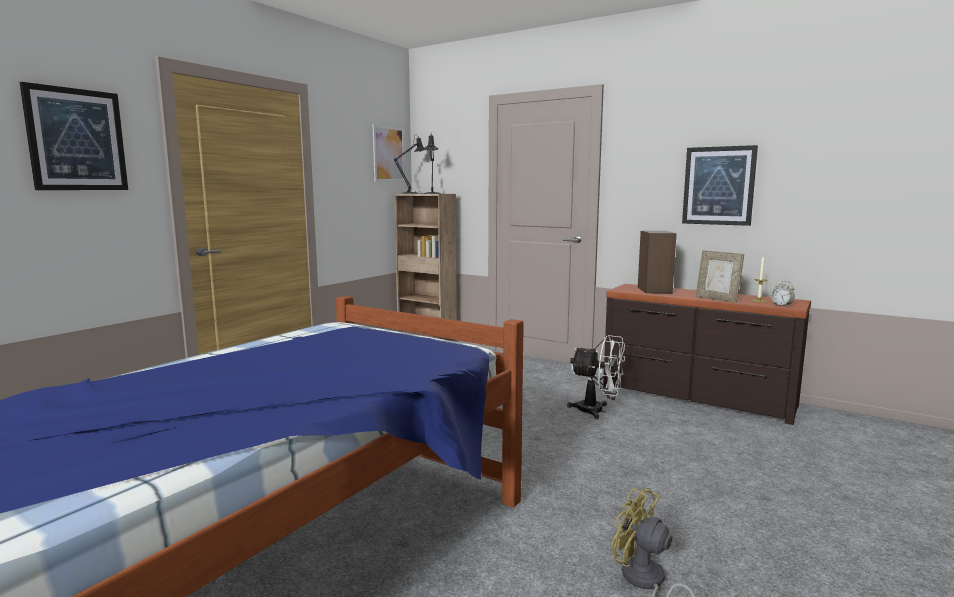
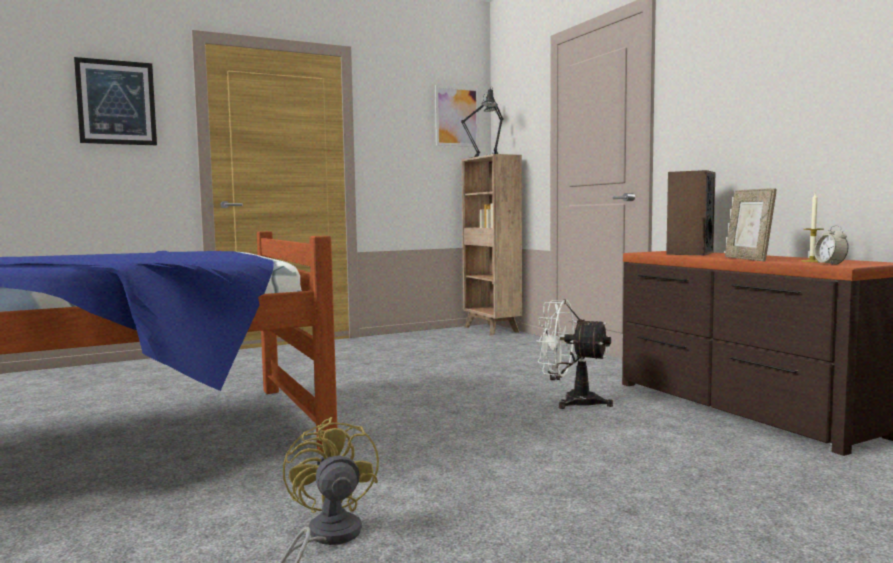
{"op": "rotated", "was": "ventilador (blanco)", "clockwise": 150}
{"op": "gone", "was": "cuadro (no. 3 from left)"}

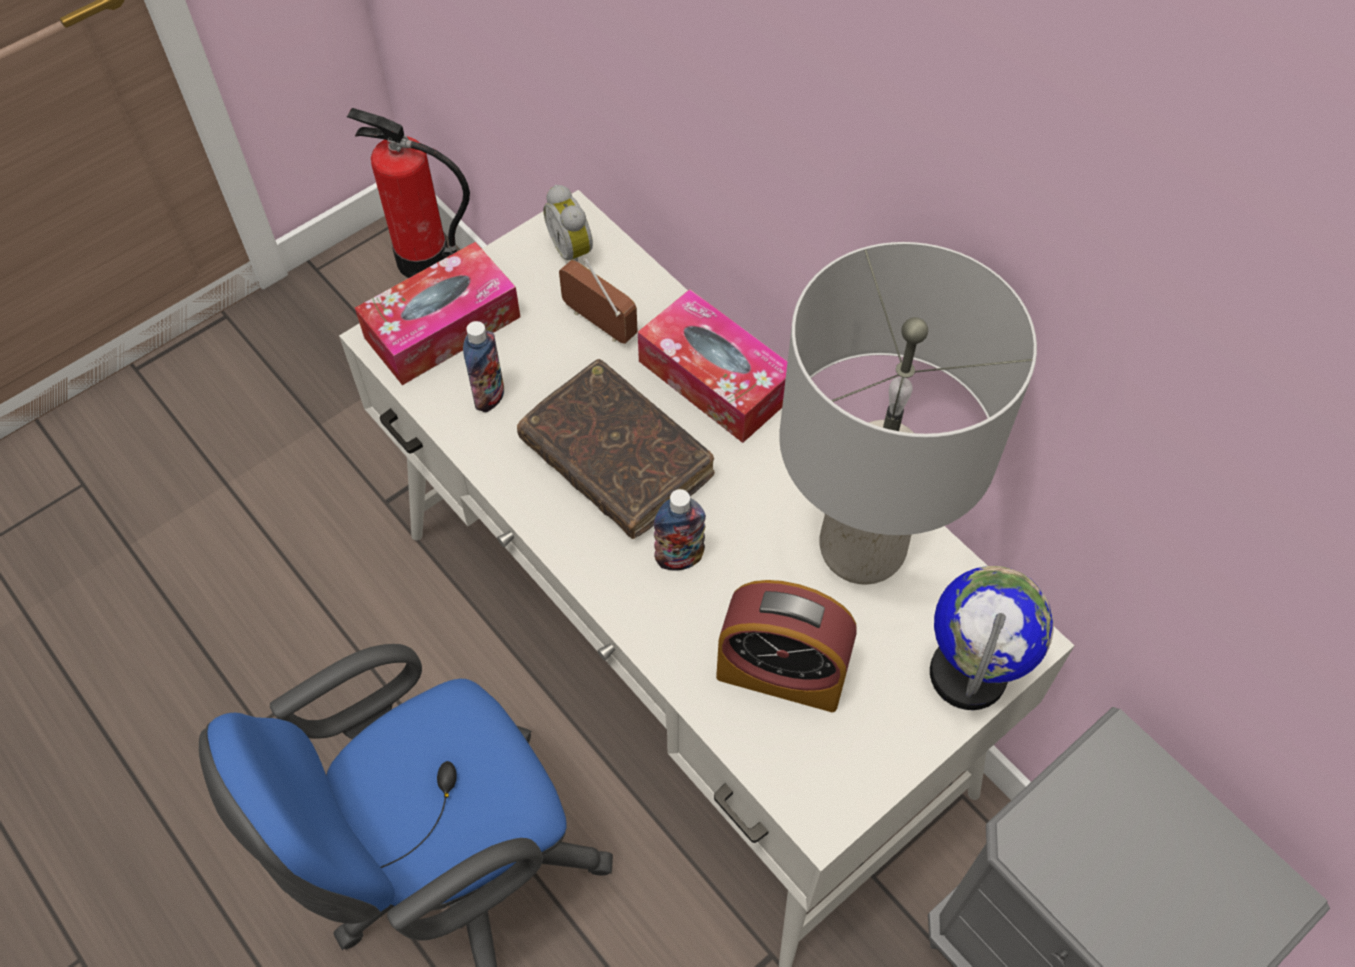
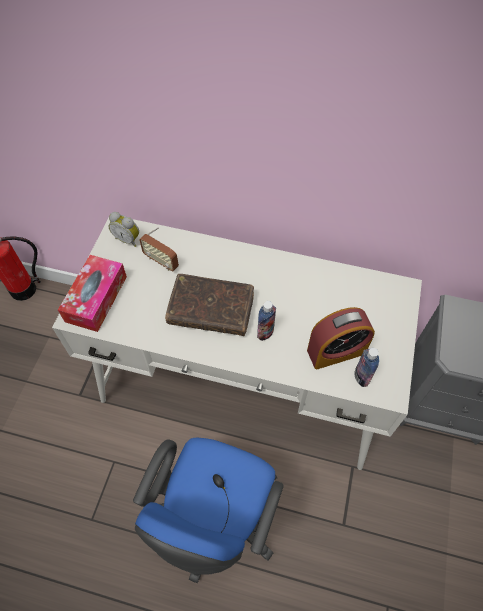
{"op": "shifted", "was": "botella (no. 1 from left in the first image)", "now": "botella (no. 2 from left)"}
{"op": "rotated", "was": "radio", "clockwise": -150}
{"op": "gone", "was": "caja de pañuelos (no. 2 from left)"}
{"op": "gone", "was": "lámpara de mesa (gris)"}
{"op": "gone", "was": "globo terráqueo"}

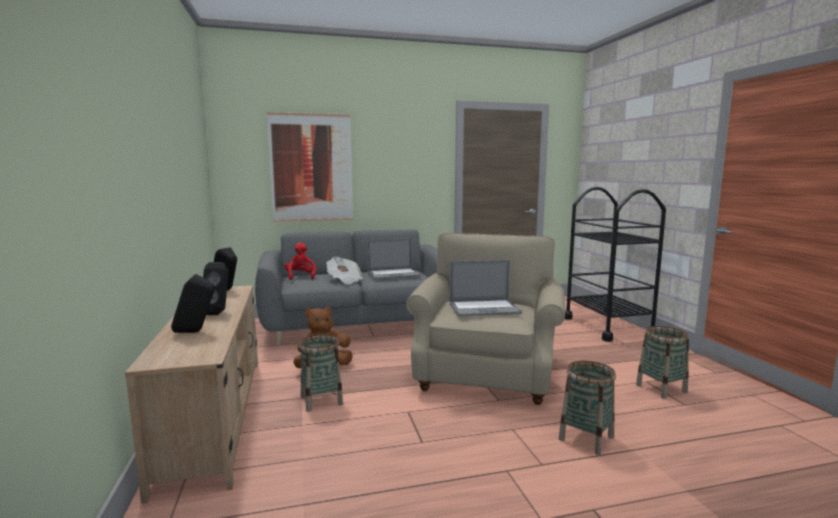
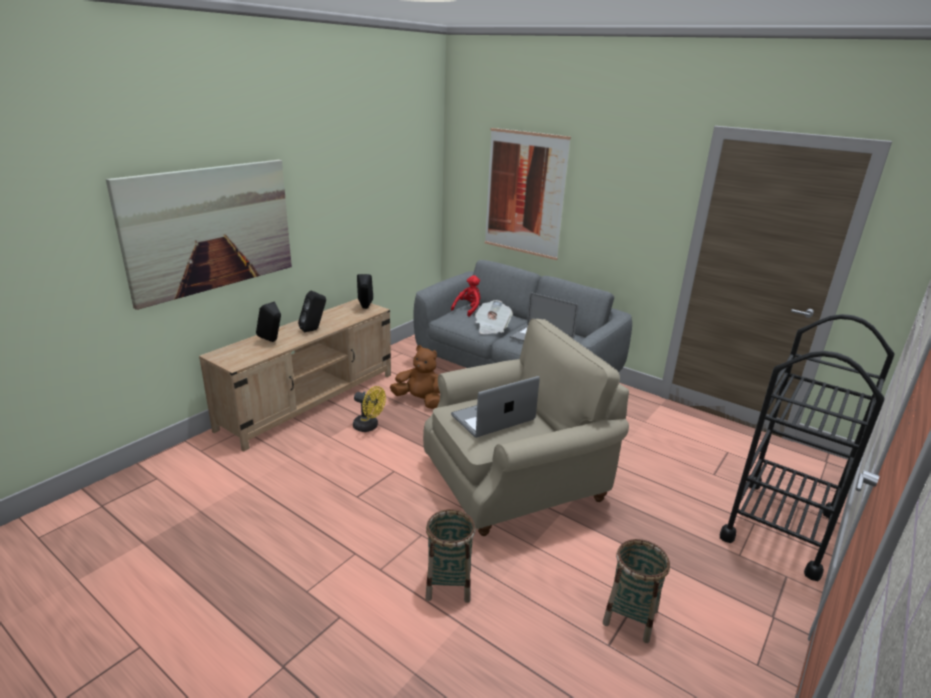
{"op": "swapped", "was": "cesta (no. 1 from left)", "now": "ventilador (amarillo)"}
{"op": "rotated", "was": "portátil (no. 2 from left in the first image)", "clockwise": 105}
{"op": "new", "now": "cuadro (no. 1 from left)"}

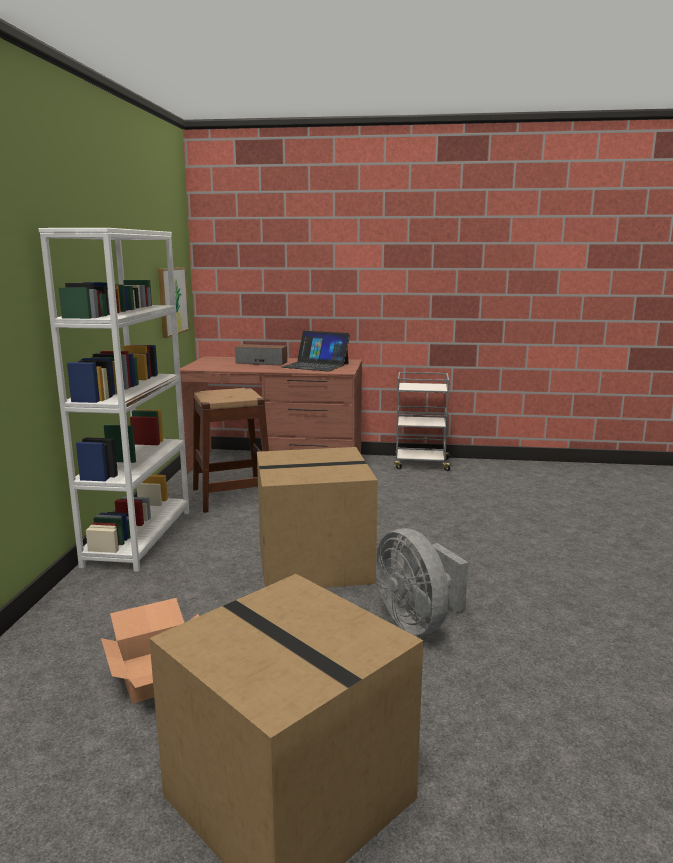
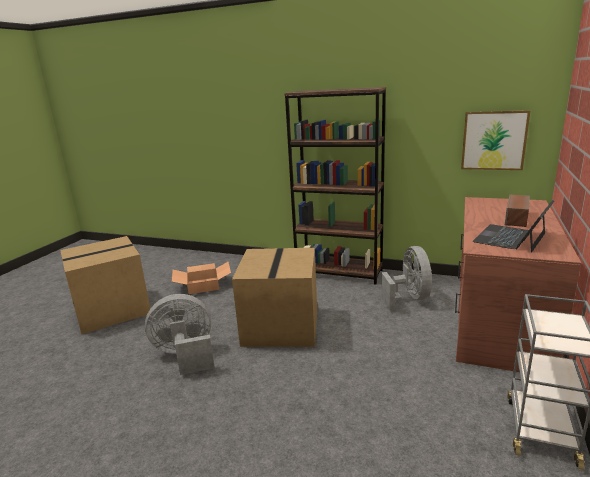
{"op": "repainted", "was": "estantería (blanco)", "now": "estantería (marrón)"}
{"op": "swapped", "was": "taburete (marrón)", "now": "ventilador (gris) (no. 2 from left)"}

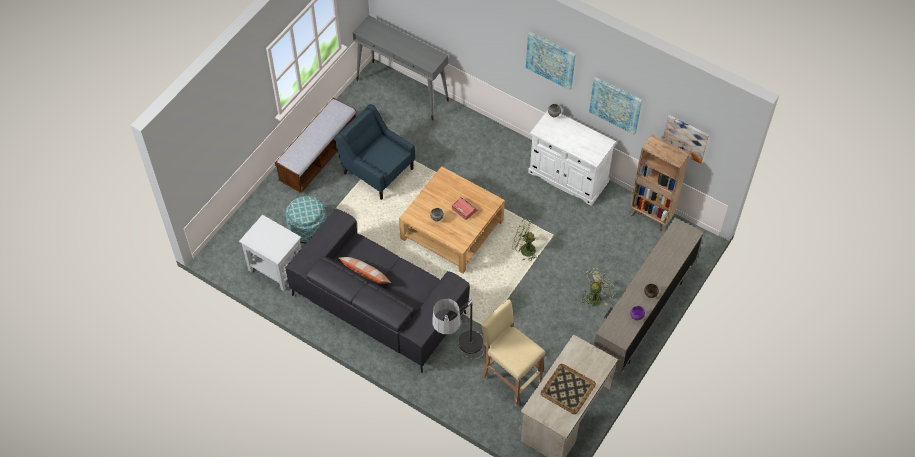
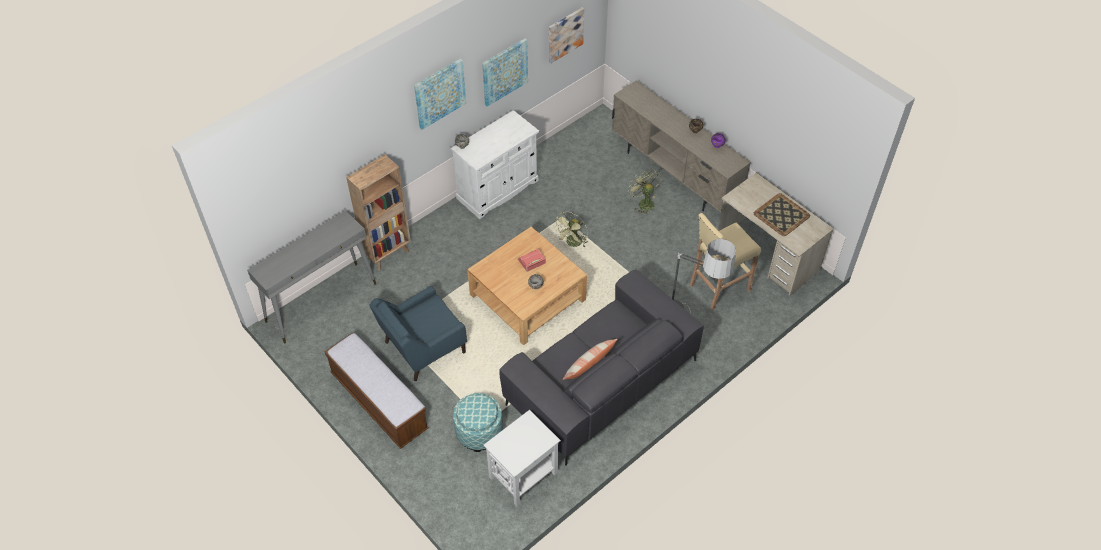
{"op": "shifted", "was": "estantería (marrón)"}

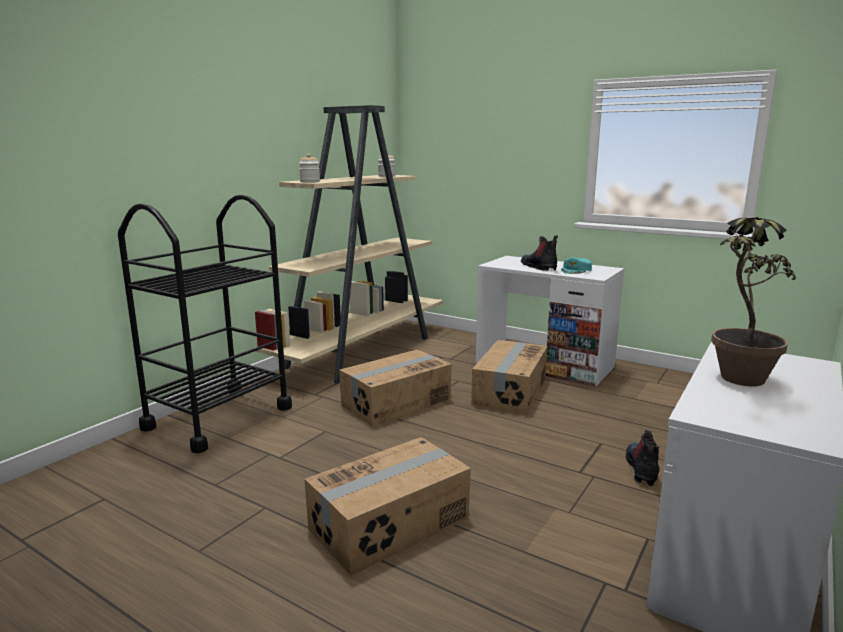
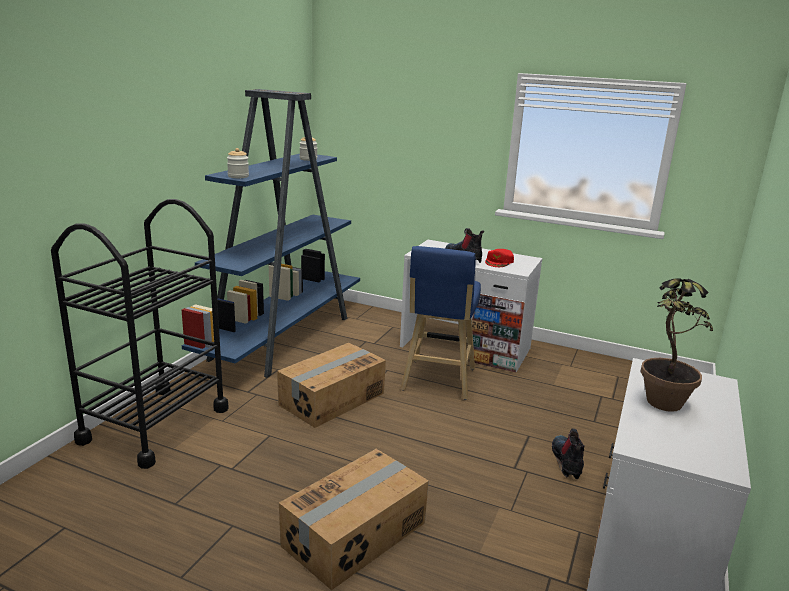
{"op": "repainted", "was": "estantería (beis)", "now": "estantería (azul)"}
{"op": "swapped", "was": "caja de cartón (no. 3 from left)", "now": "taburete (azul)"}
{"op": "repainted", "was": "gorra (turquesa)", "now": "gorra (rojo)"}

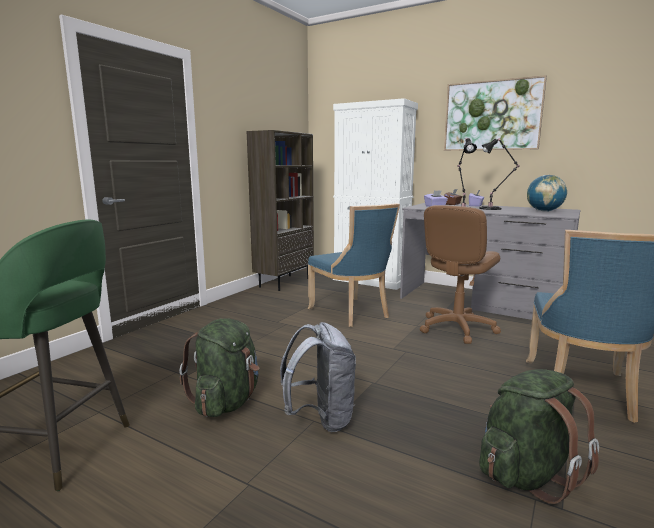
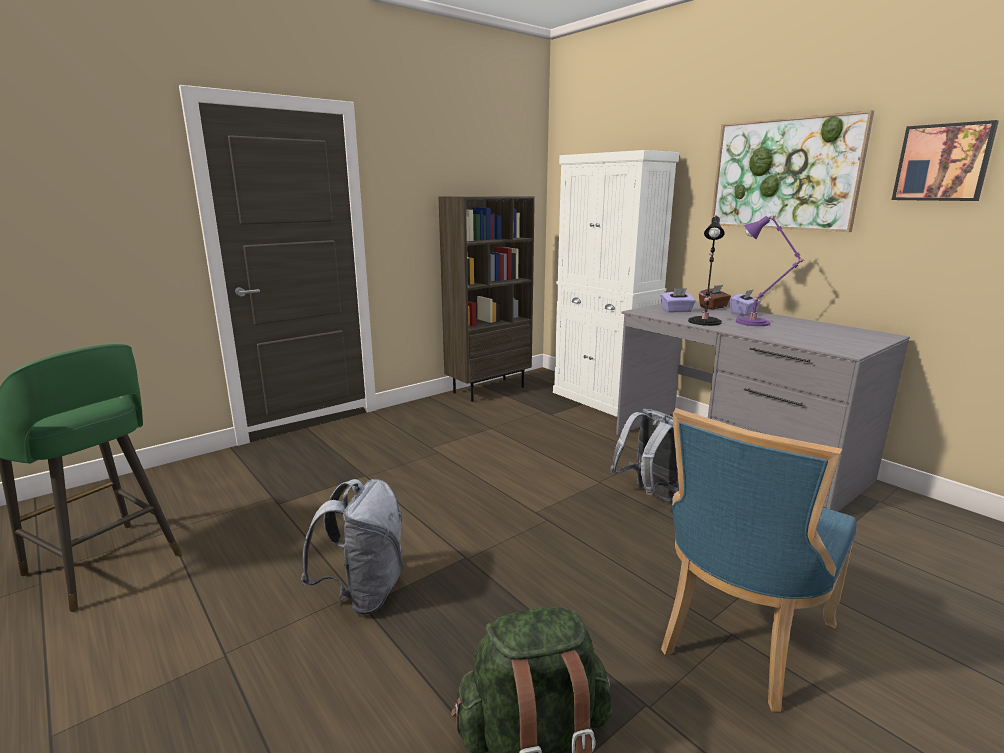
{"op": "gone", "was": "mochila (verde) (no. 1 from left)"}
{"op": "gone", "was": "silla (azul) (no. 1 from left)"}
{"op": "swapped", "was": "silla de oficina (marrón)", "now": "mochila (gris) (no. 2 from left)"}
{"op": "repainted", "was": "lámpara de mesa (negro) (no. 2 from left)", "now": "lámpara de mesa (morado)"}
{"op": "gone", "was": "globo terráqueo"}
{"op": "new", "now": "cuadro (no. 2 from left)"}

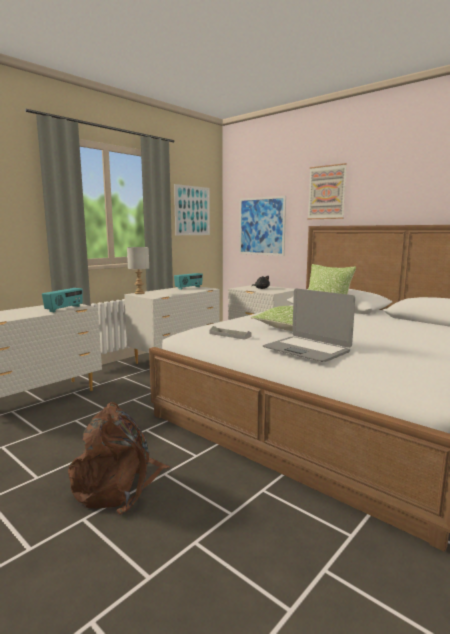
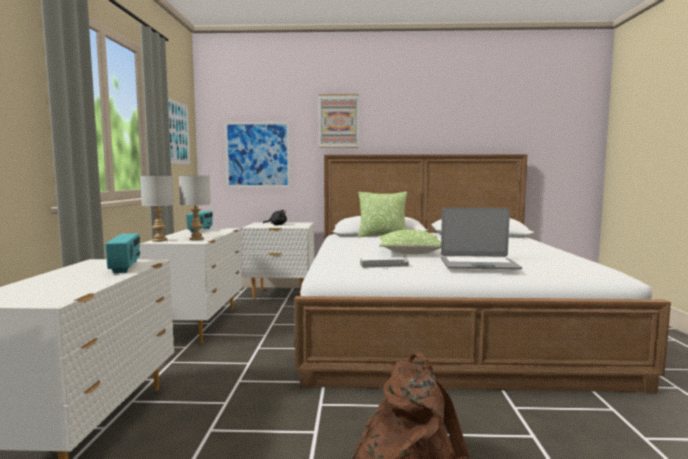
{"op": "new", "now": "lámpara de mesa (gris) (no. 2 from left)"}

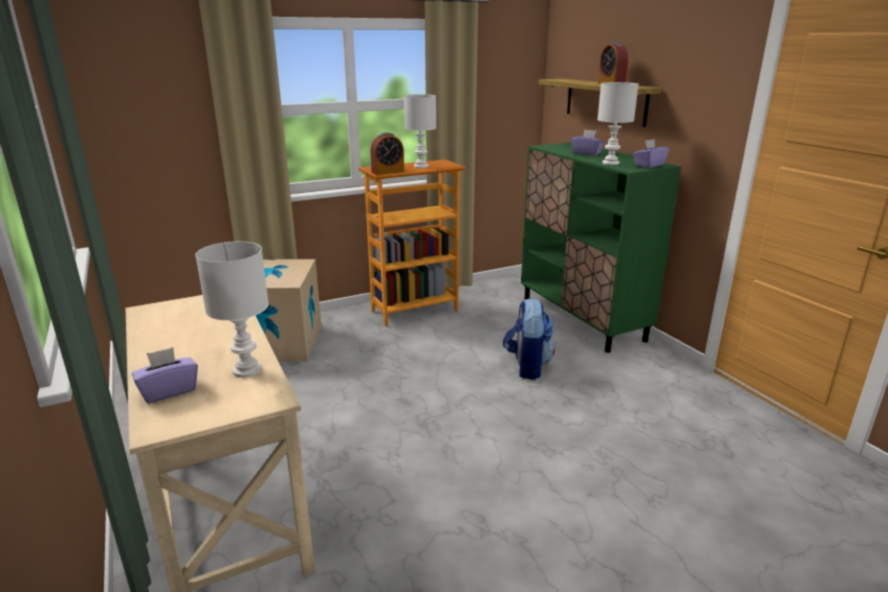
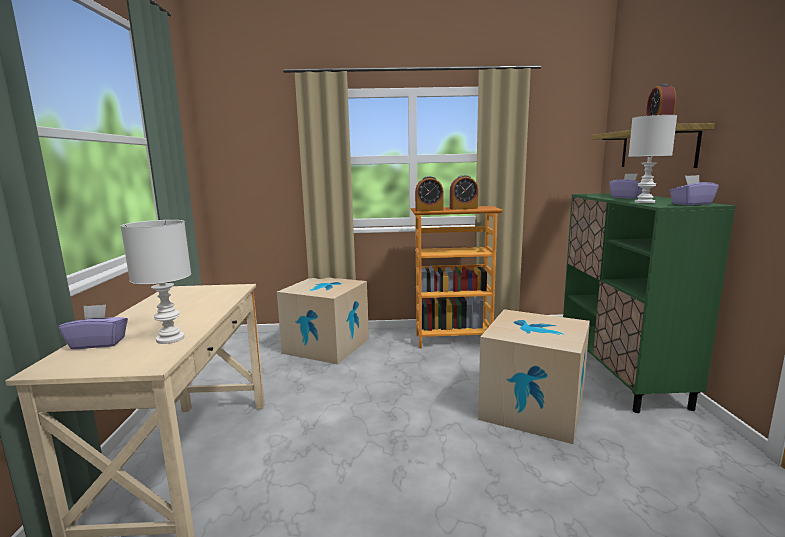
{"op": "swapped", "was": "lámpara de mesa (blanco) (no. 2 from left)", "now": "despertador (no. 2 from left)"}
{"op": "swapped", "was": "mochila", "now": "caja de cartón (no. 2 from left)"}

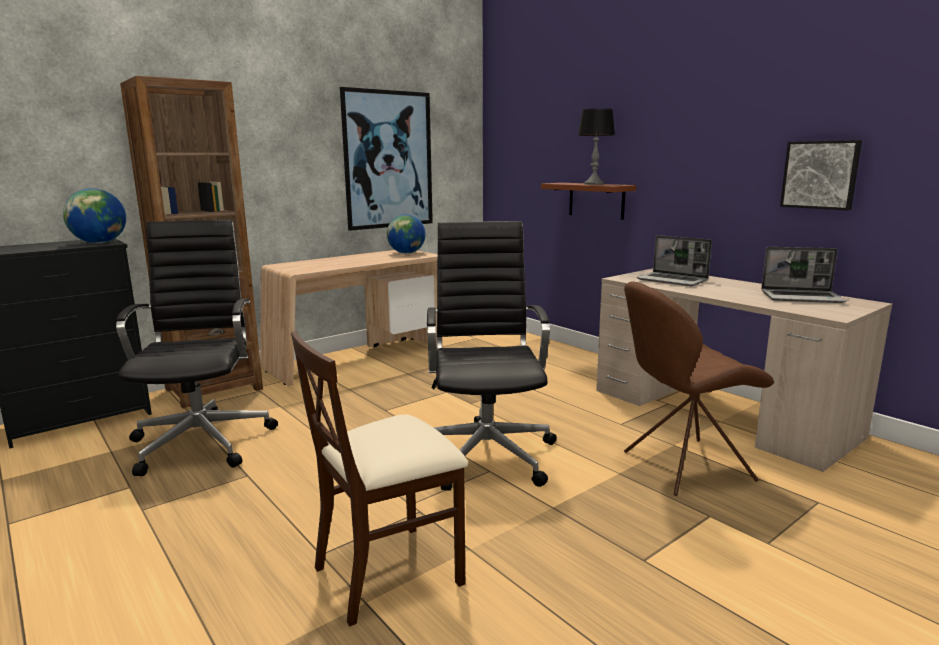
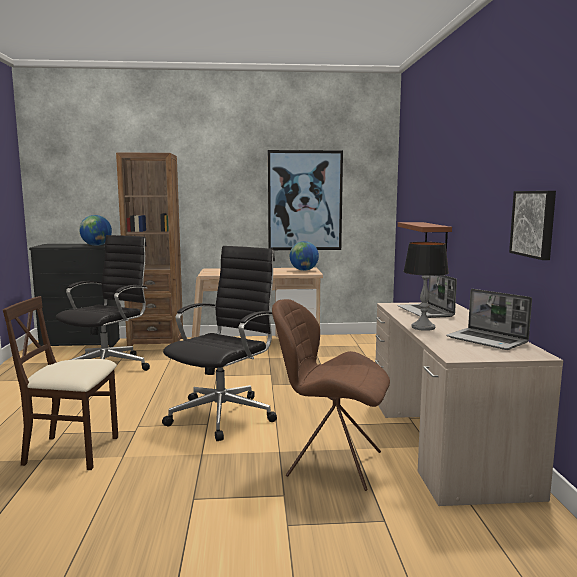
{"op": "shifted", "was": "lámpara de mesa"}

